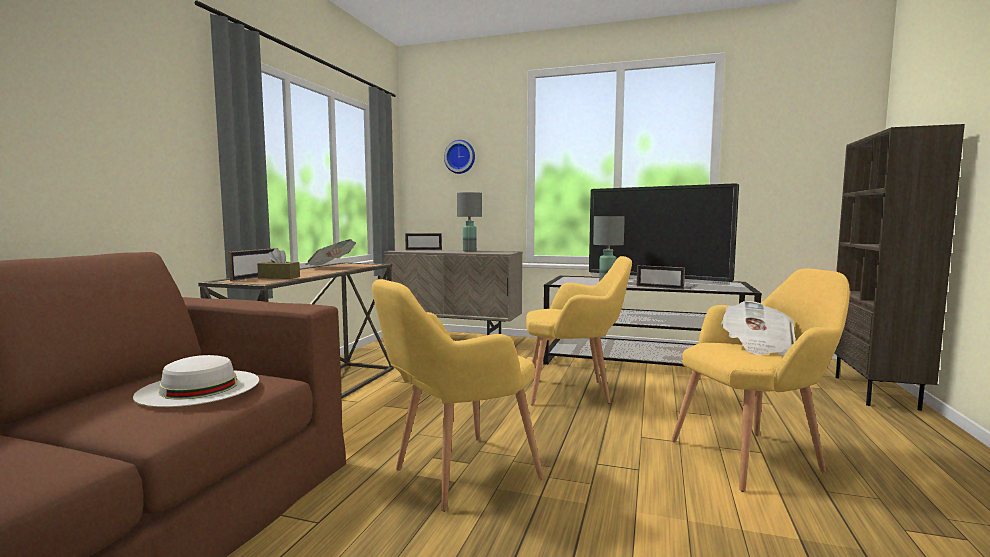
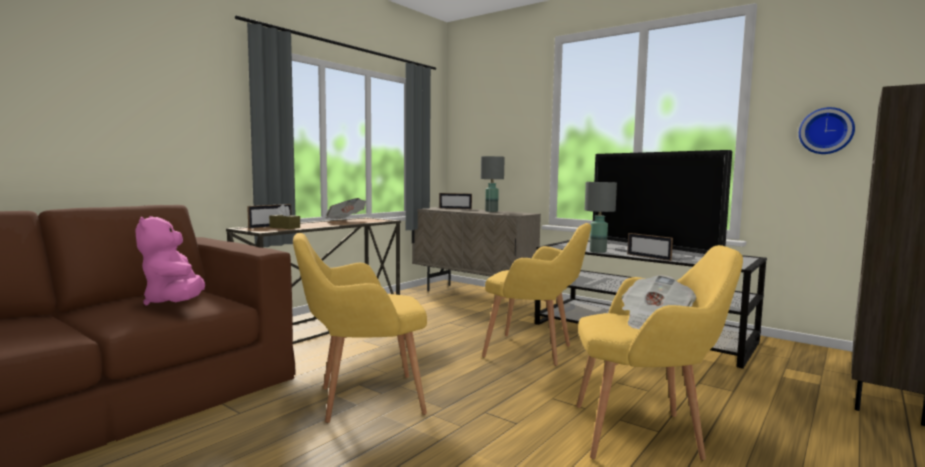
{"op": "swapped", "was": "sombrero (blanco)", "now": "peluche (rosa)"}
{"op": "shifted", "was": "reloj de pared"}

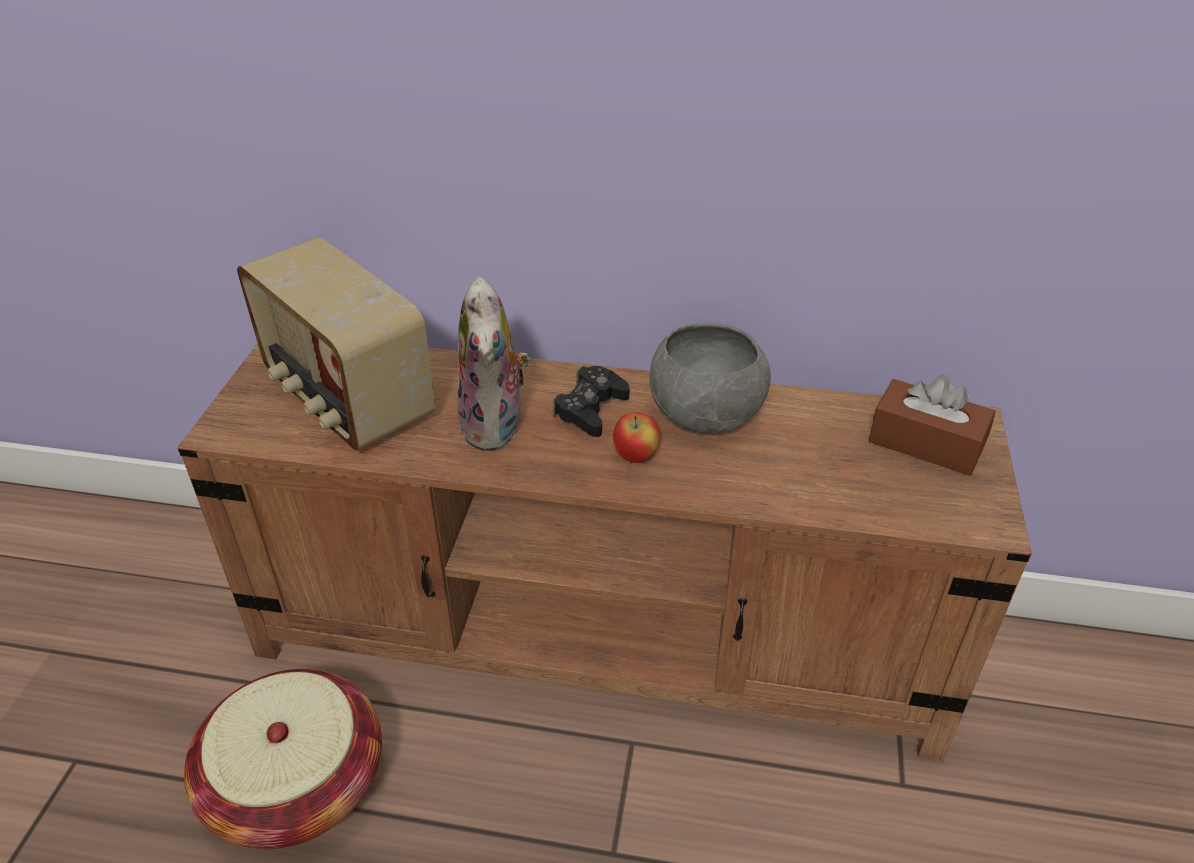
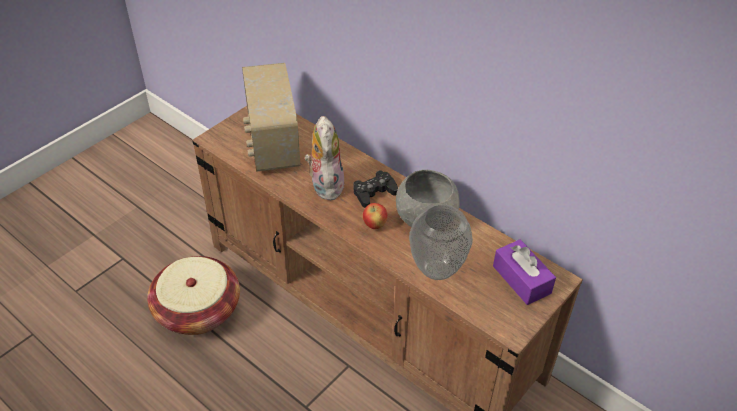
{"op": "rotated", "was": "peluche", "clockwise": 150}
{"op": "repainted", "was": "caja de pañuelos (marrón)", "now": "caja de pañuelos (morado)"}
{"op": "new", "now": "florero"}

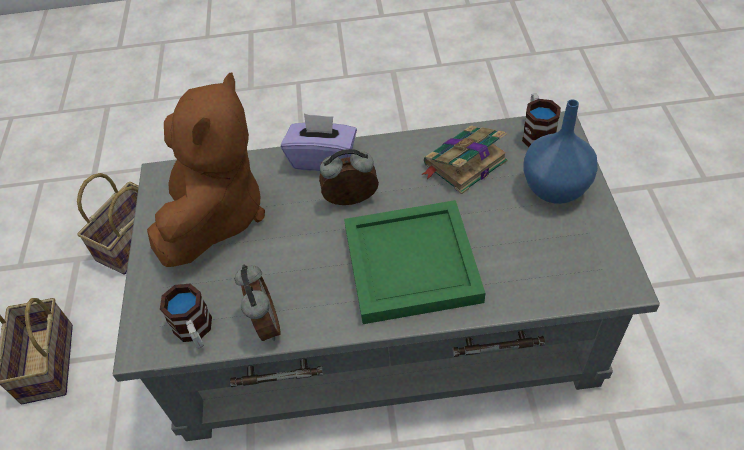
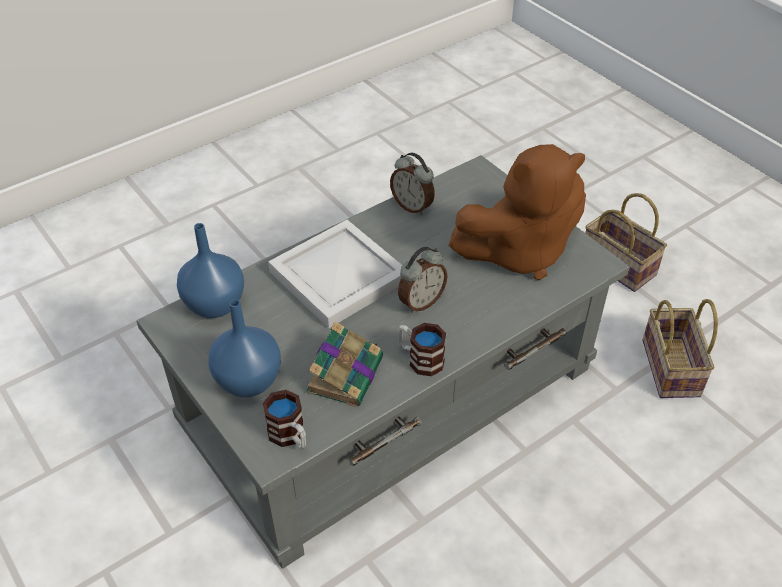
{"op": "rotated", "was": "peluche (marrón)", "clockwise": -90}
{"op": "shifted", "was": "taza grande (no. 1 from left in the first image)", "now": "taza grande (no. 2 from left)"}
{"op": "gone", "was": "caja de pañuelos (morado)"}
{"op": "repainted", "was": "bandeja (verde)", "now": "bandeja (blanco)"}
{"op": "new", "now": "florero (azul) (no. 1 from left)"}

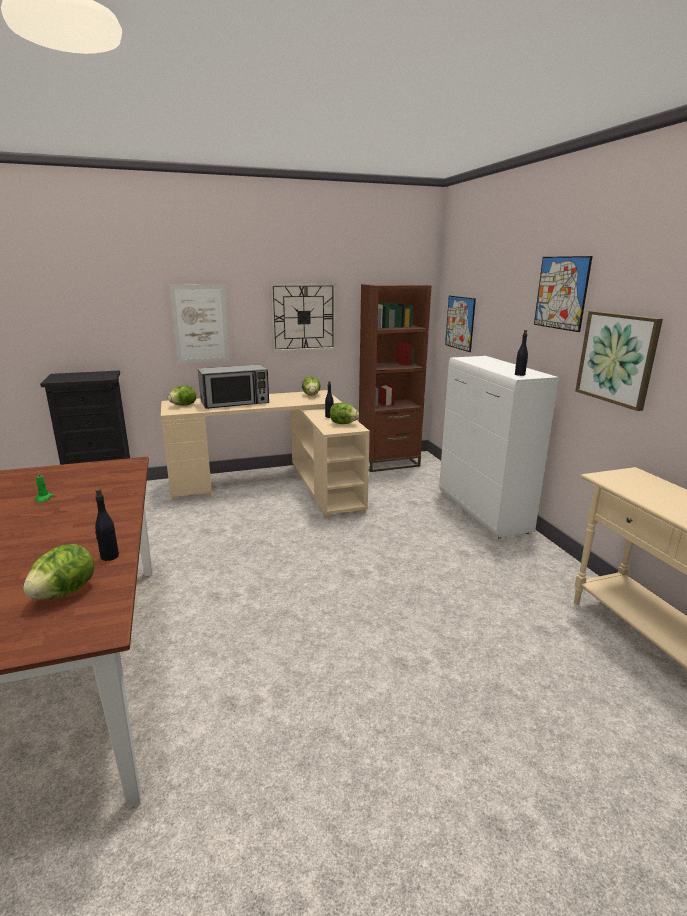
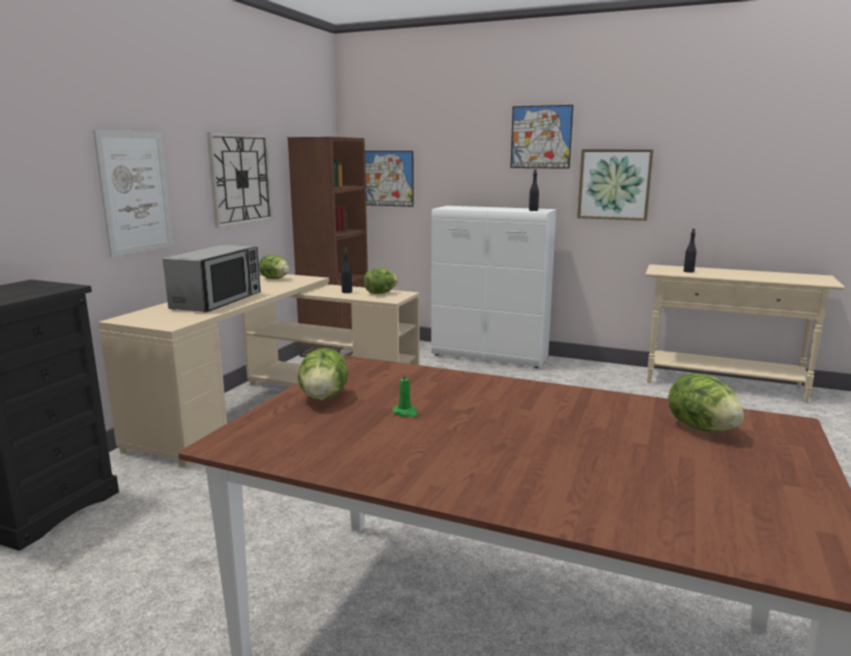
{"op": "shifted", "was": "botella (negro) (no. 1 from left in the first image)", "now": "botella (negro) (no. 3 from left)"}
{"op": "shifted", "was": "lechuga (no. 2 from left)"}

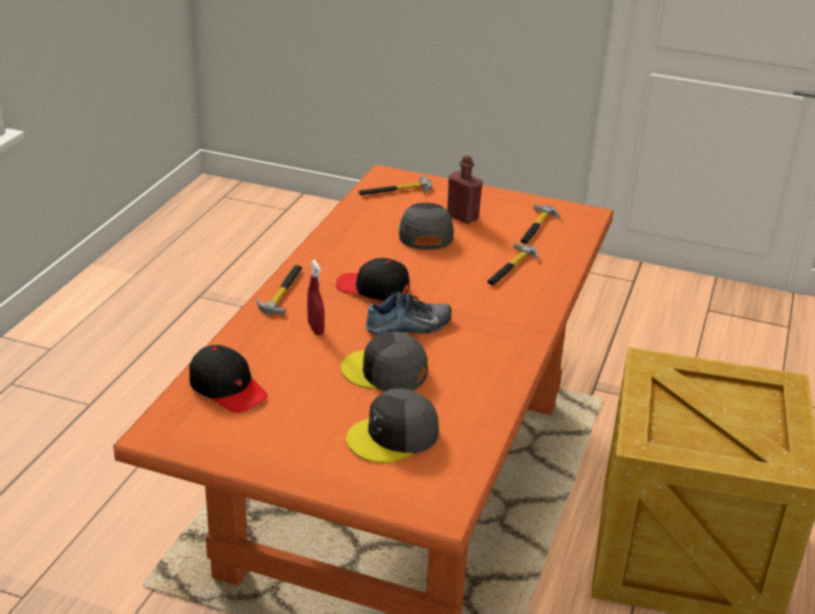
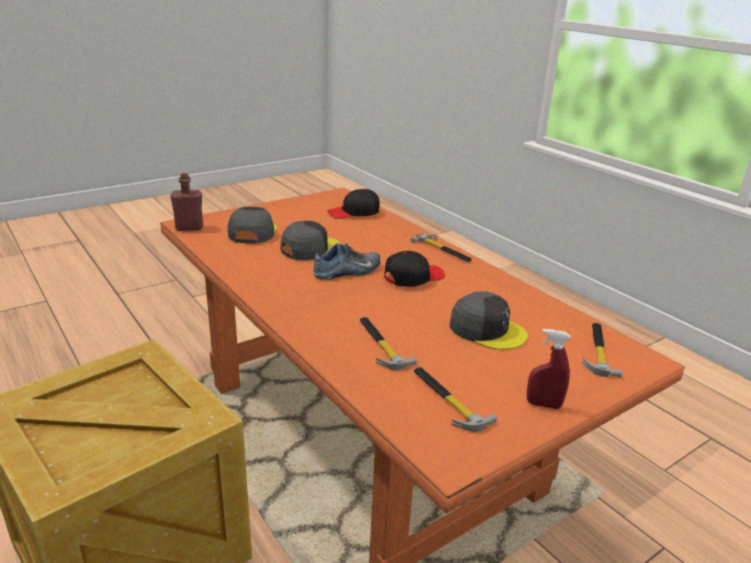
{"op": "shifted", "was": "pulverizador (rojo)"}
{"op": "rotated", "was": "zapato", "clockwise": -135}
{"op": "shifted", "was": "botella (rojo)"}

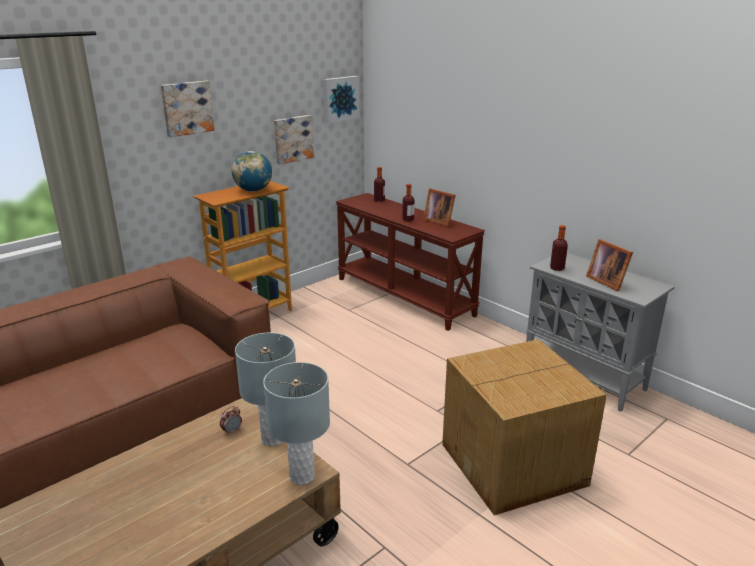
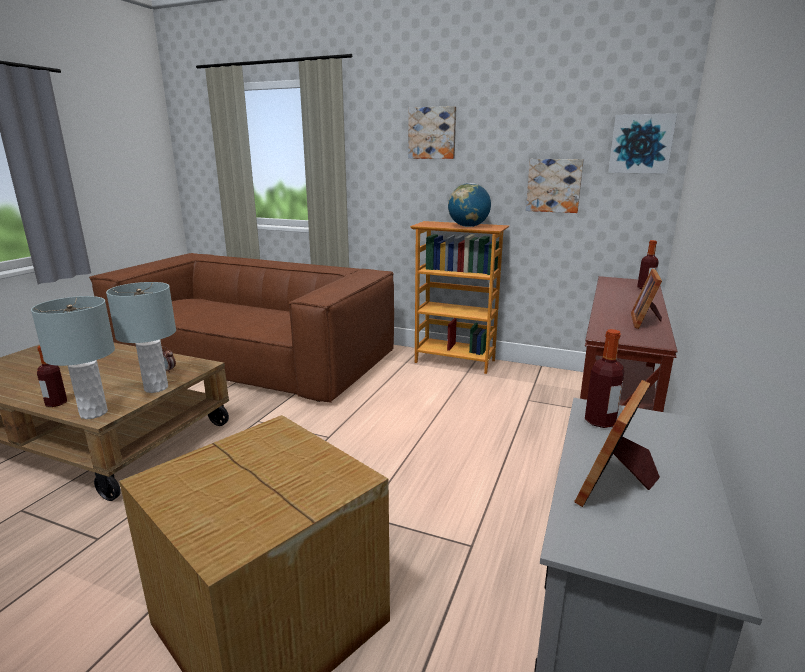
{"op": "shifted", "was": "botella (no. 2 from left in the first image)", "now": "botella (no. 1 from left)"}

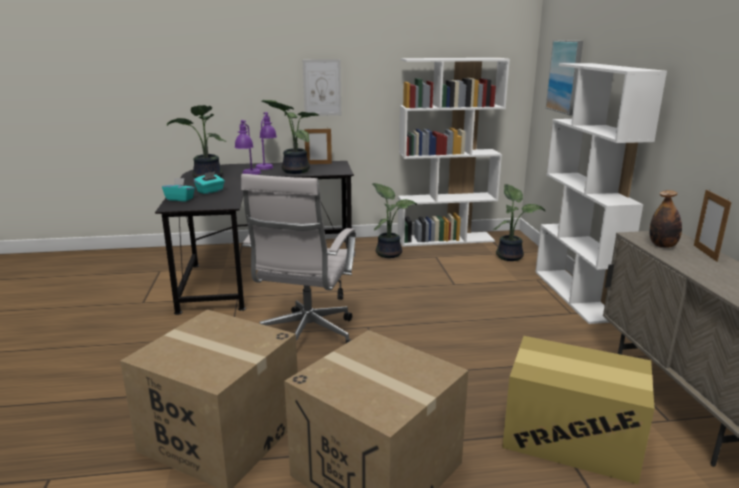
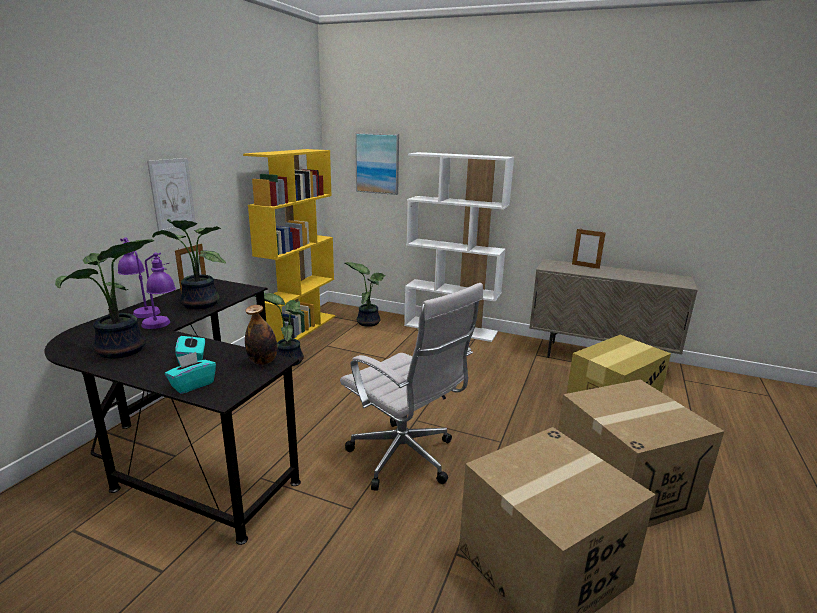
{"op": "repainted", "was": "estantería (blanco) (no. 1 from left)", "now": "estantería (amarillo)"}
{"op": "shifted", "was": "botella"}

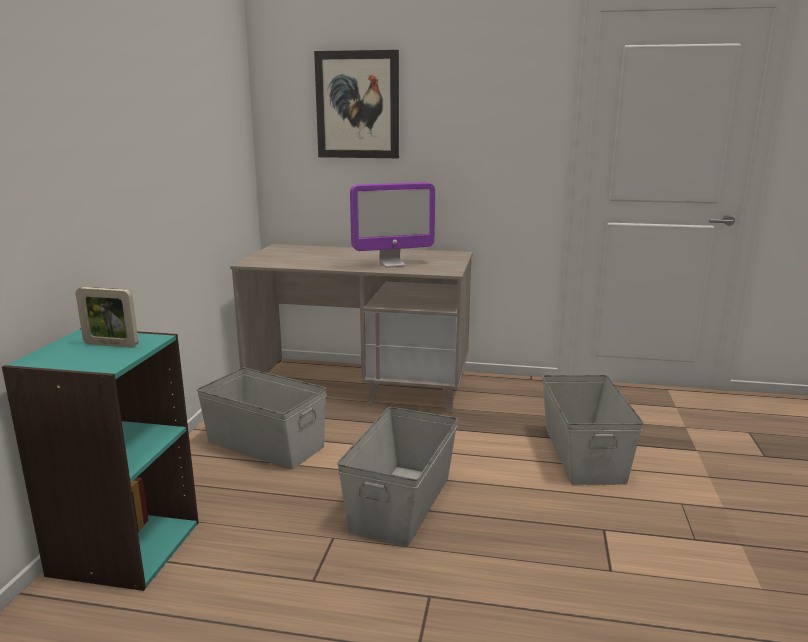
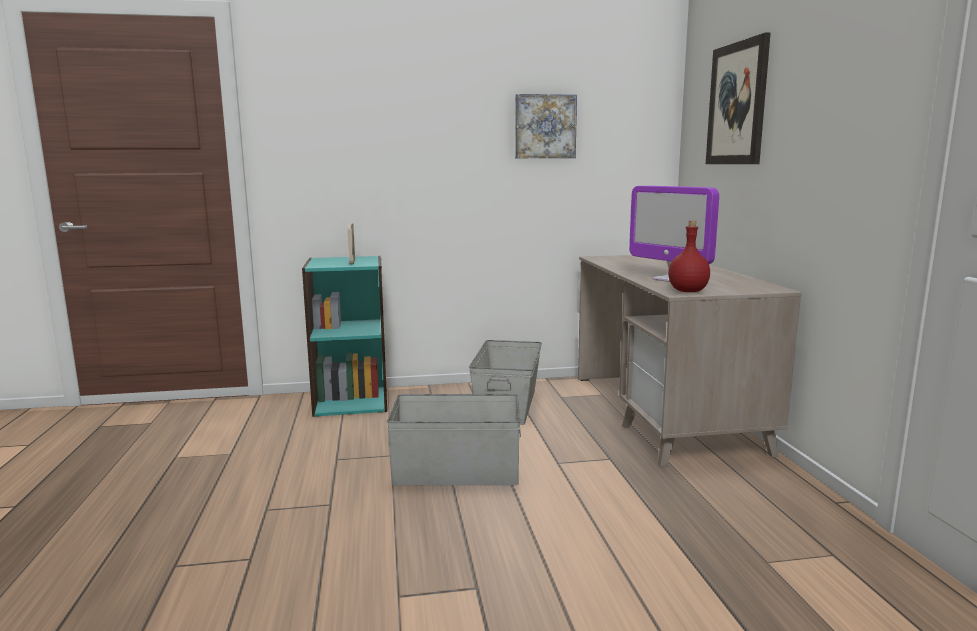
{"op": "gone", "was": "caja de almacenaje (gris) (no. 3 from left)"}
{"op": "new", "now": "cuadro (no. 1 from left)"}
{"op": "new", "now": "botella (rojo)"}

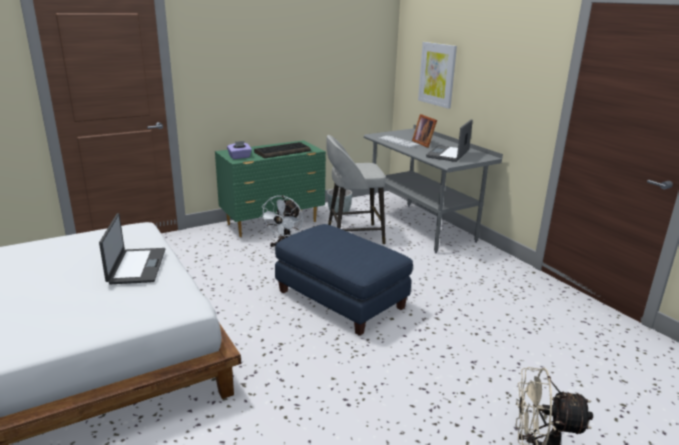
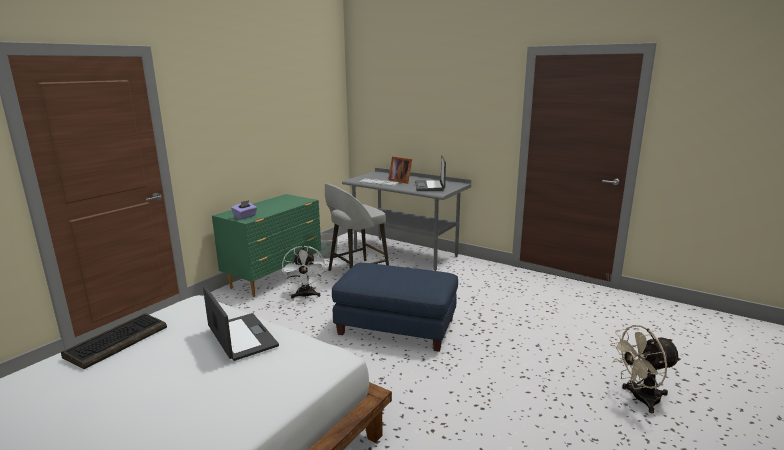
{"op": "shifted", "was": "teclado (no. 1 from left)"}
{"op": "gone", "was": "cuadro"}

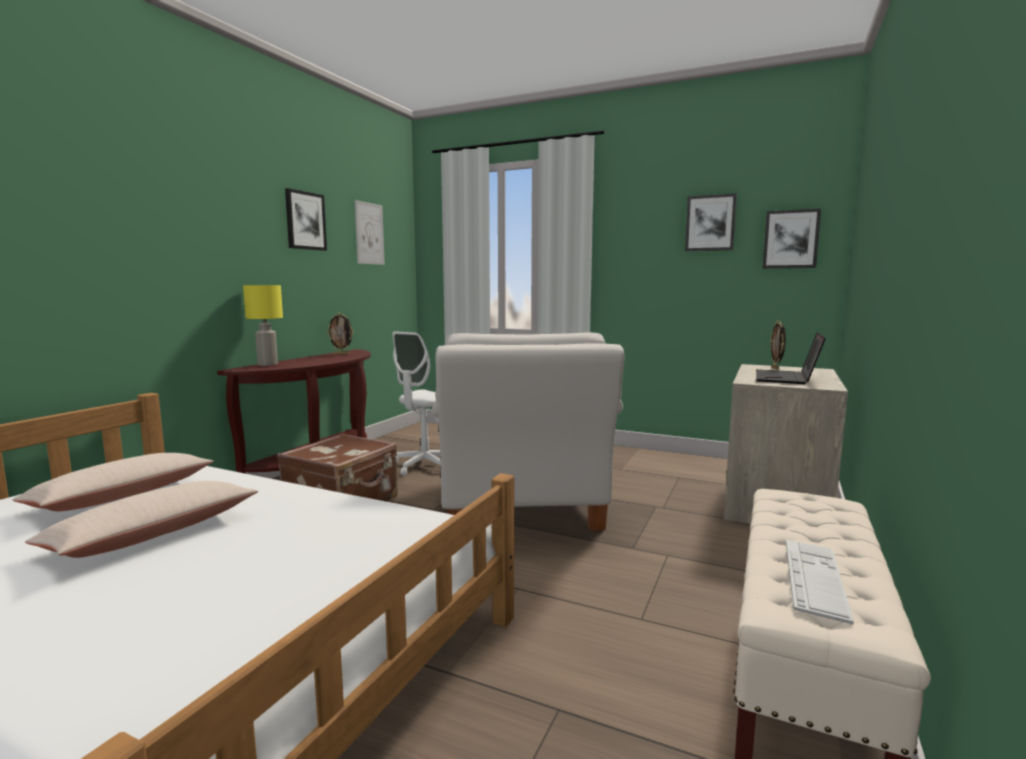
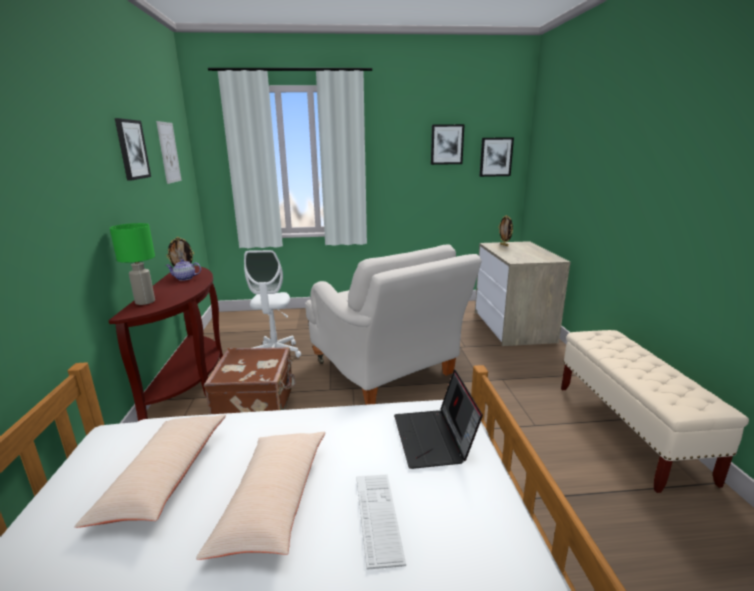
{"op": "repainted", "was": "lámpara de mesa (amarillo)", "now": "lámpara de mesa (verde)"}
{"op": "shifted", "was": "portátil"}
{"op": "shifted", "was": "teclado"}
{"op": "new", "now": "tetera"}

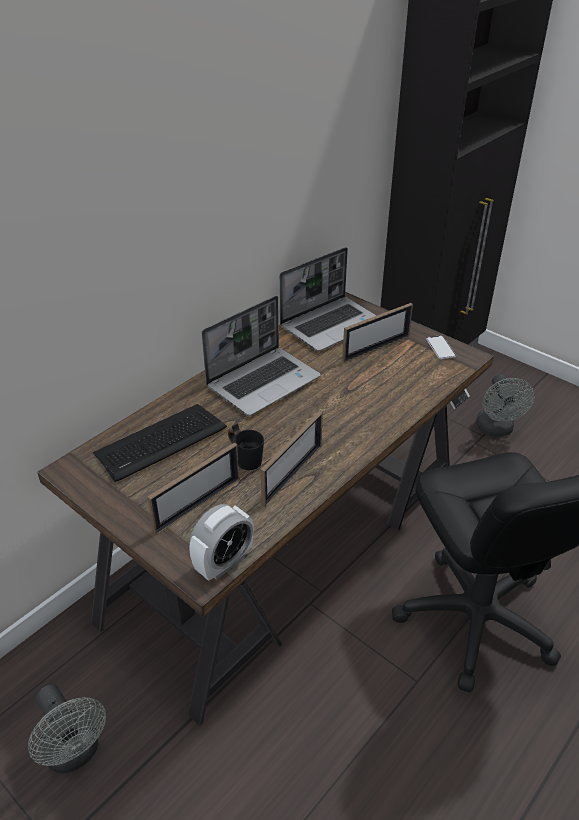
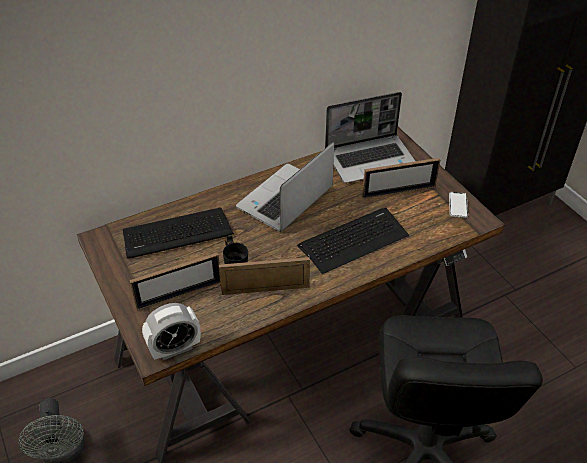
{"op": "rotated", "was": "portátil (no. 1 from left)", "clockwise": 150}
{"op": "rotated", "was": "portarretratos (no. 2 from left)", "clockwise": -150}
{"op": "gone", "was": "ventilador (gris) (no. 2 from left)"}
{"op": "new", "now": "teclado (no. 2 from left)"}

